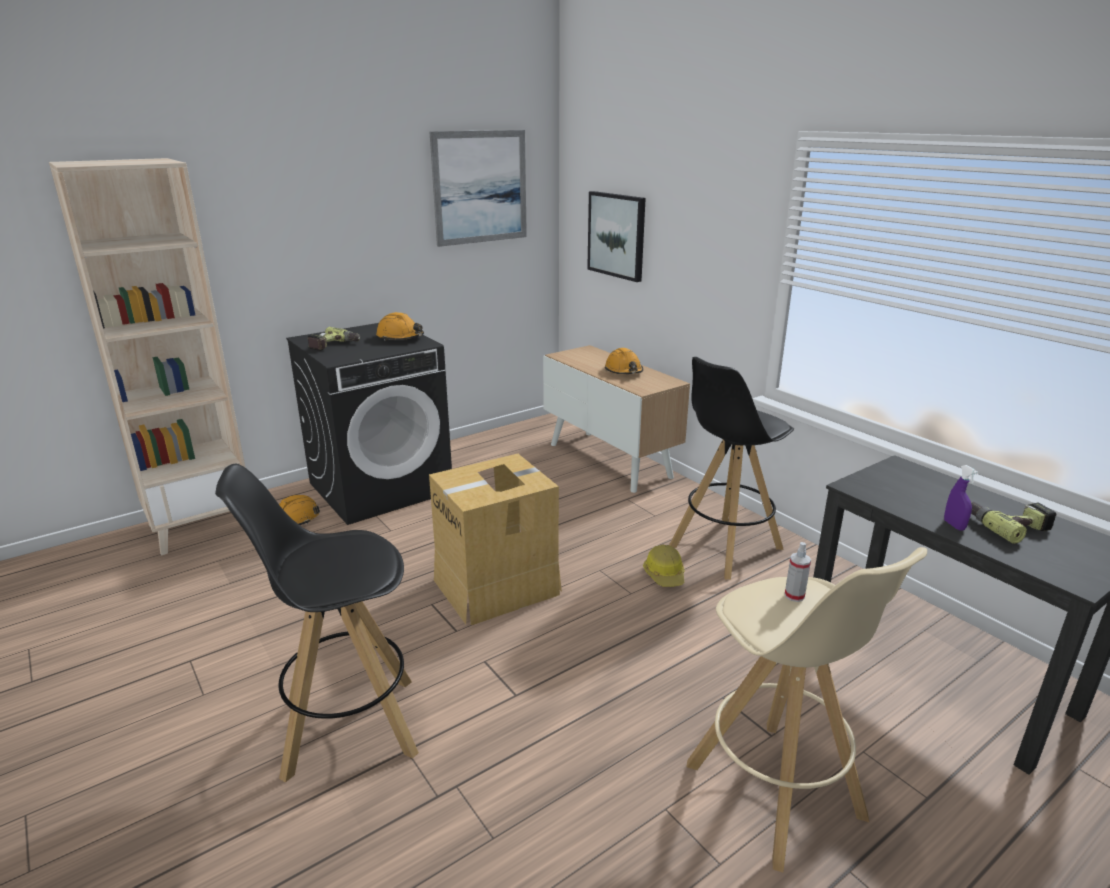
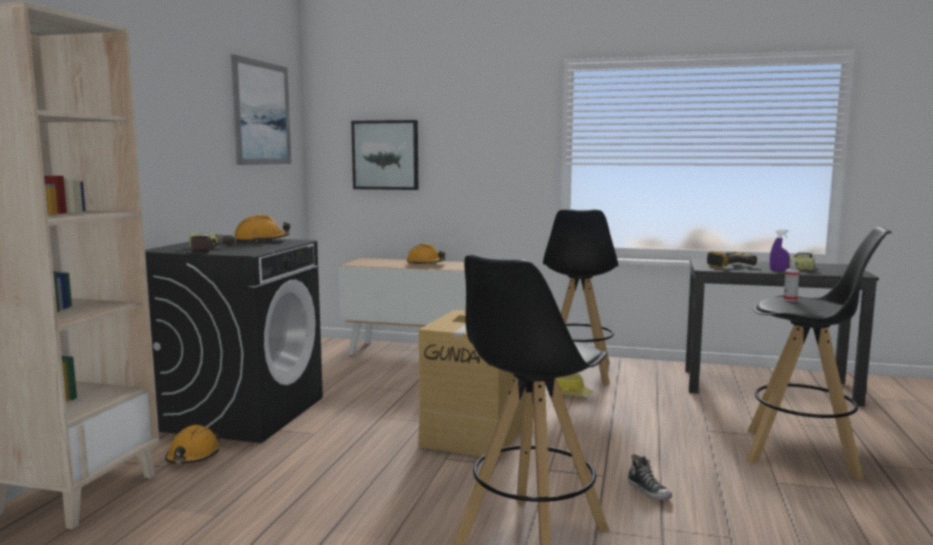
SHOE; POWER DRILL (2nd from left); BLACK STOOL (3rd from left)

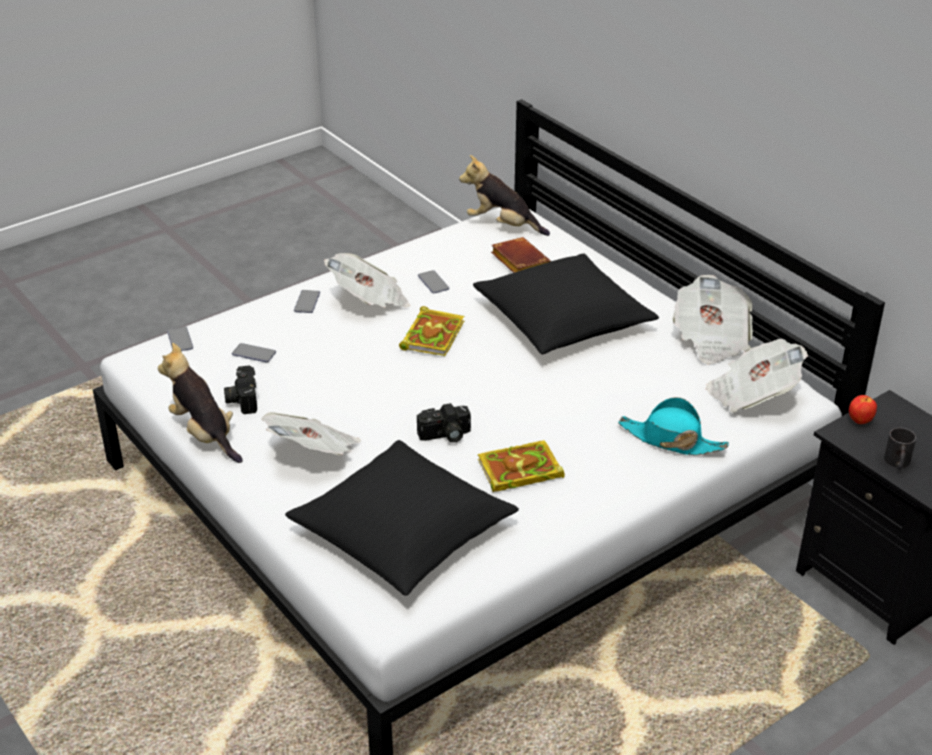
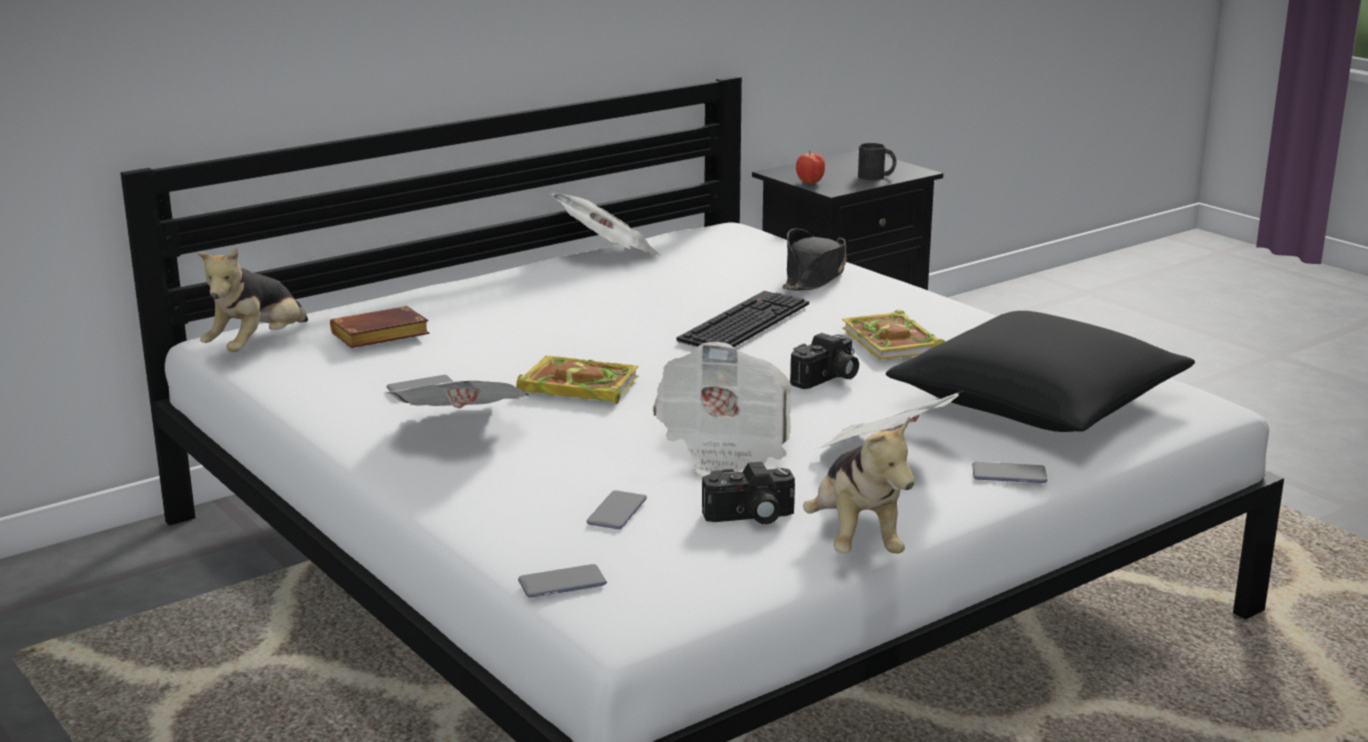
BLACK PILLOW (2nd from left in the first image); KEYBOARD; PHONE (4th from left); NEWSPAPER (3rd from left); BLACK HAT; PLUSH TOY (2nd from left); PHOTO CAMERA (2nd from left)

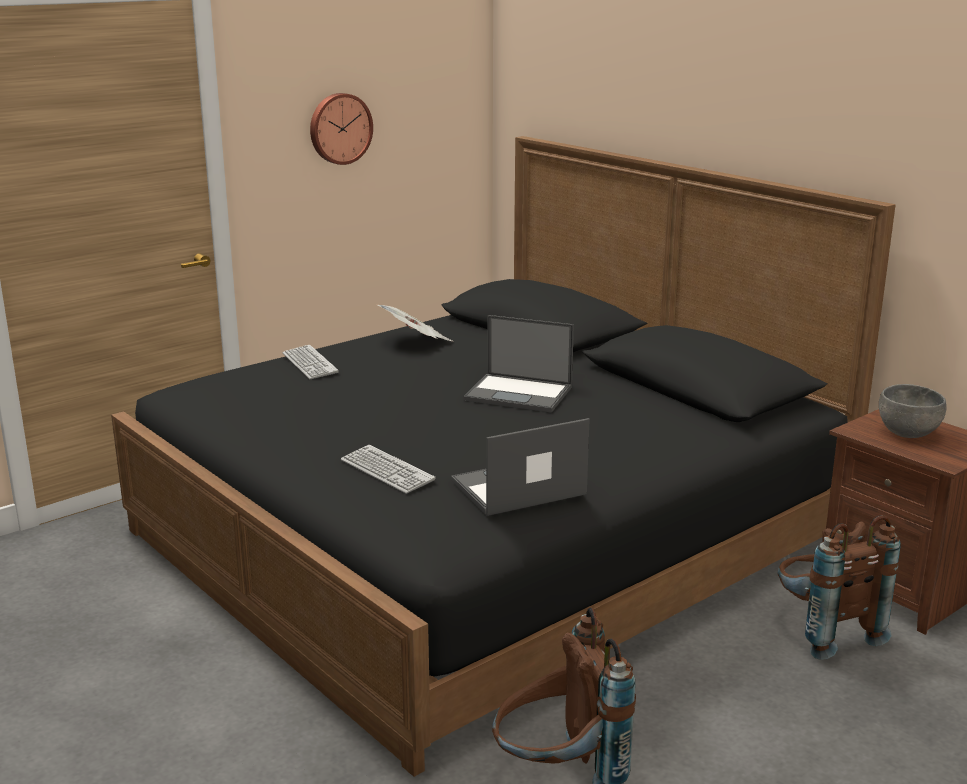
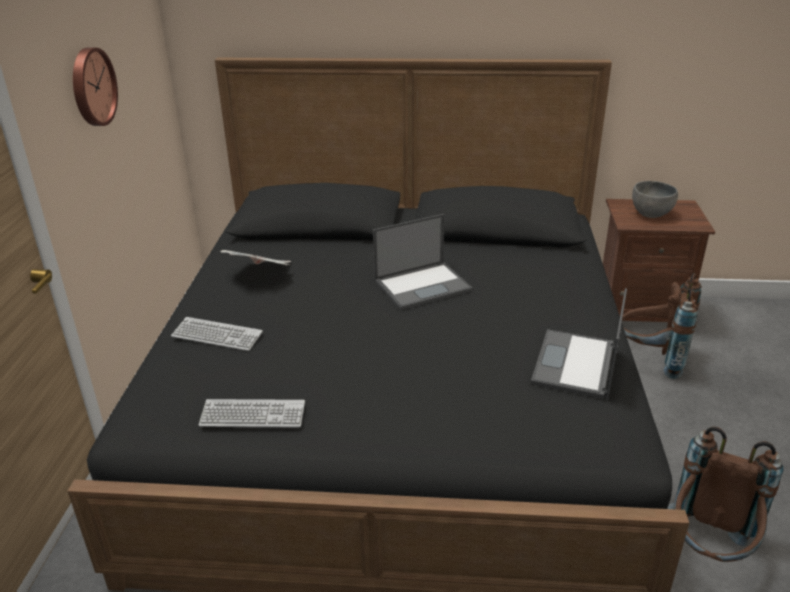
KEYBOARD (2nd from left)

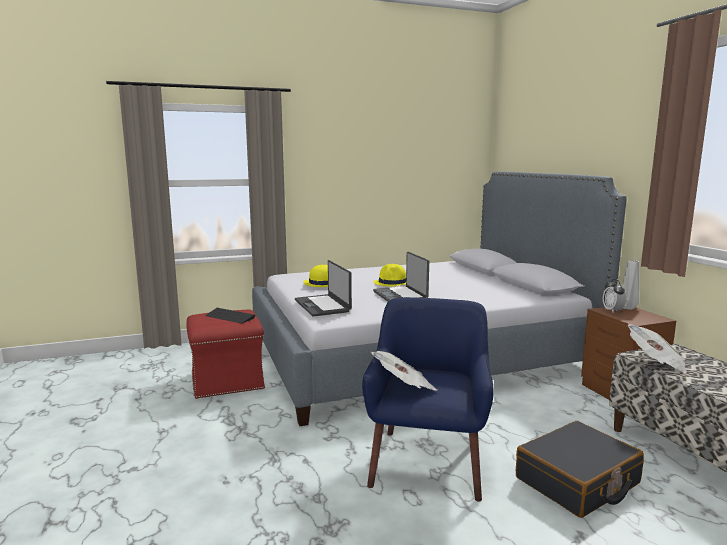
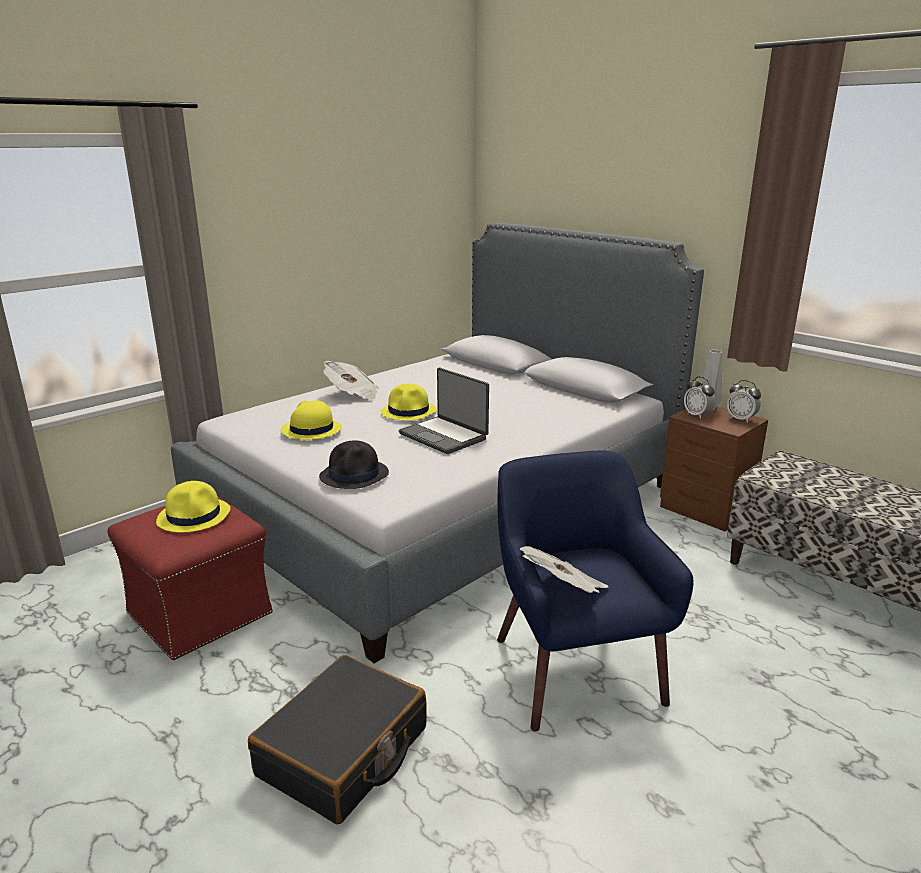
ALARM CLOCK (2nd from left); BLACK SUITCASE; NEWSPAPER (1st from left); YELLOW HAT (1st from left); BLACK HAT

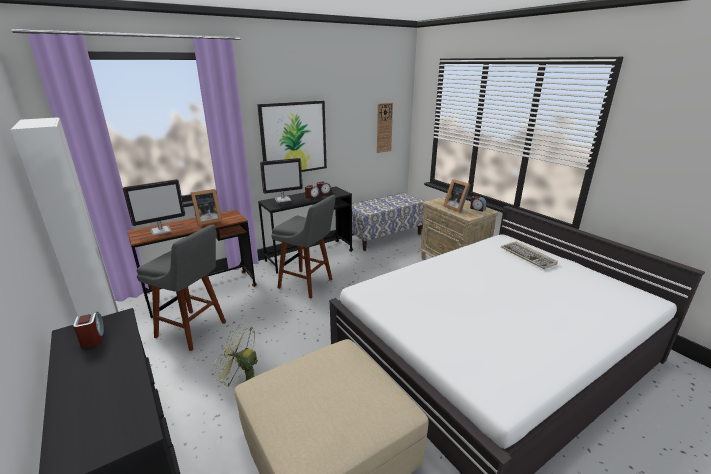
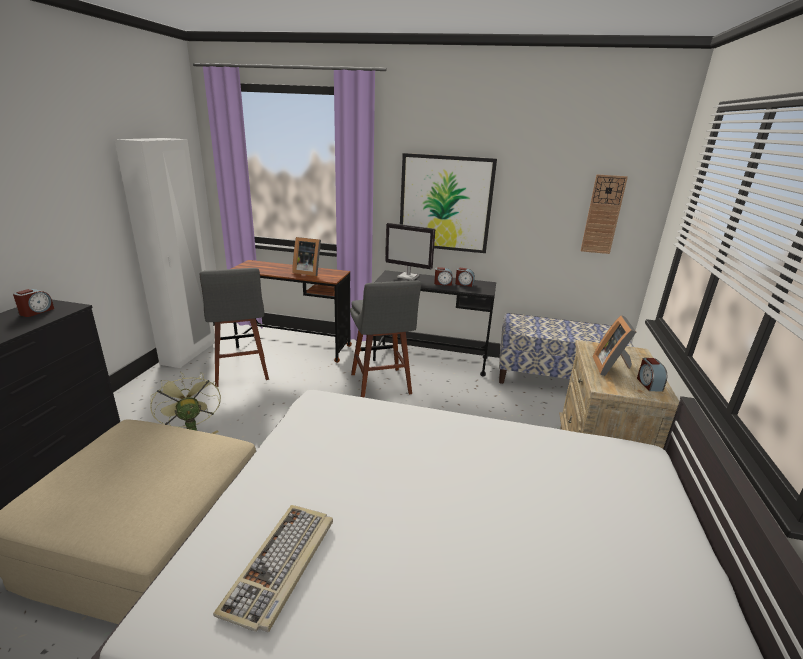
MONITOR (1st from left in the first image); KEYBOARD

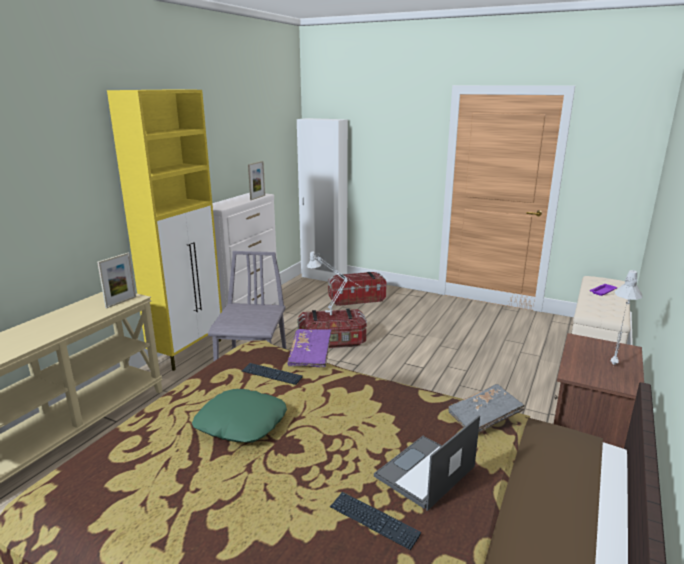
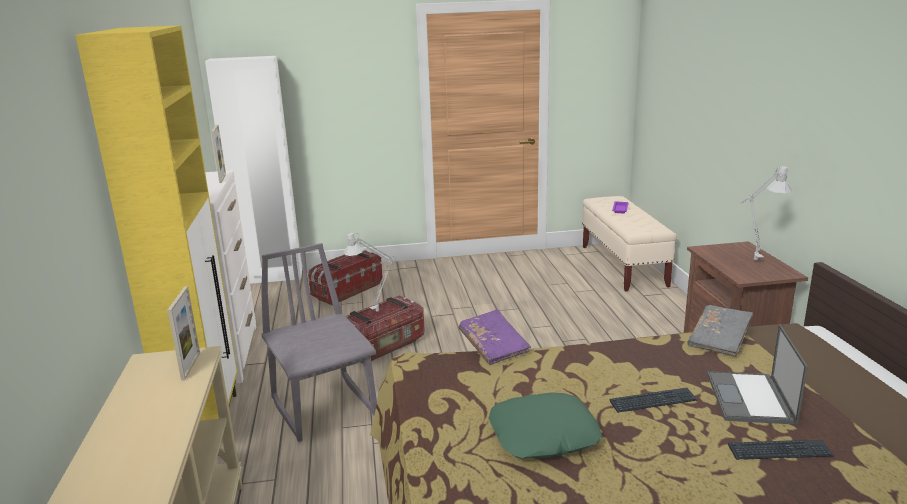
KEYBOARD (1st from left)

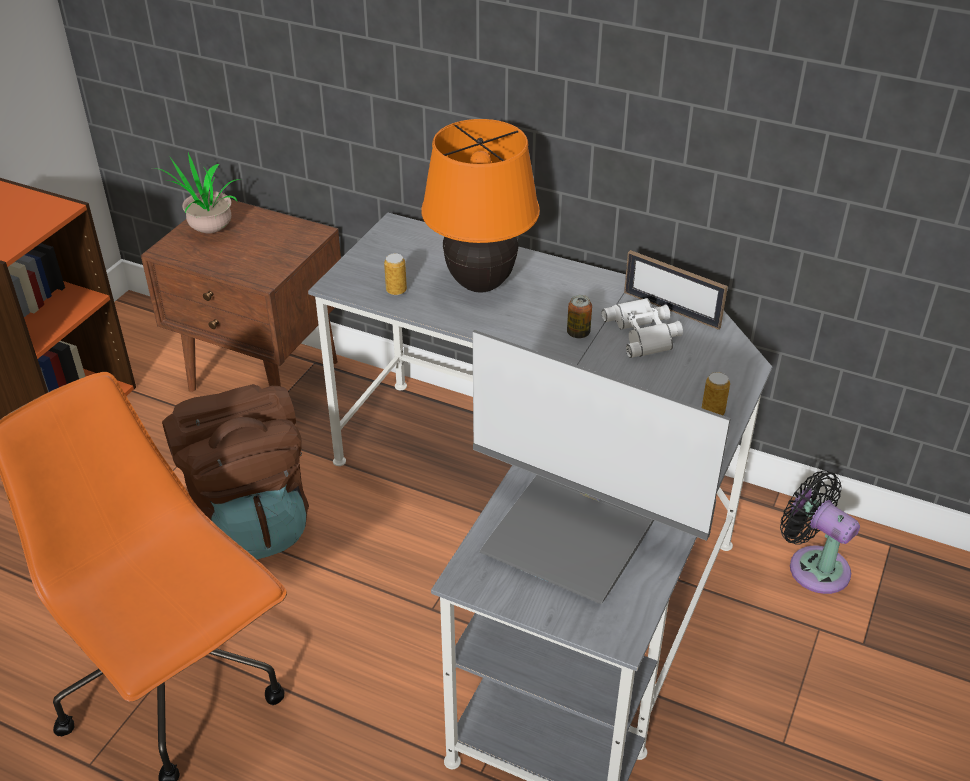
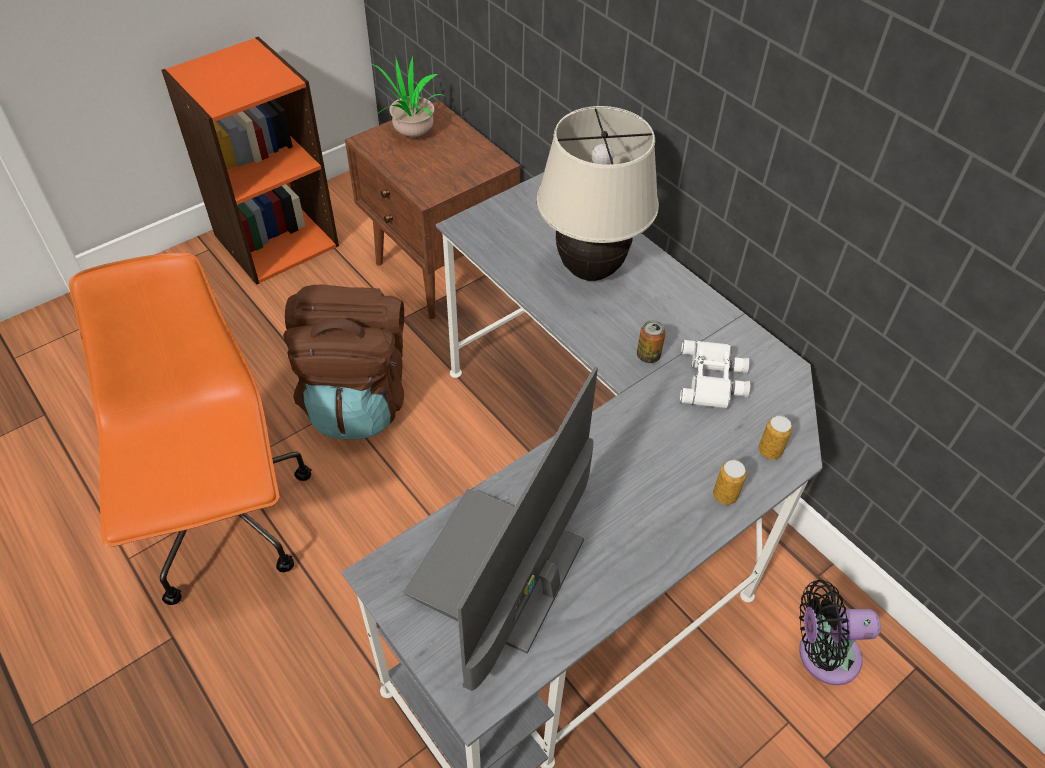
PICTURE FRAME; CAN (3rd from left); BEIGE TABLE LAMP; MONITOR; BLACK FAN

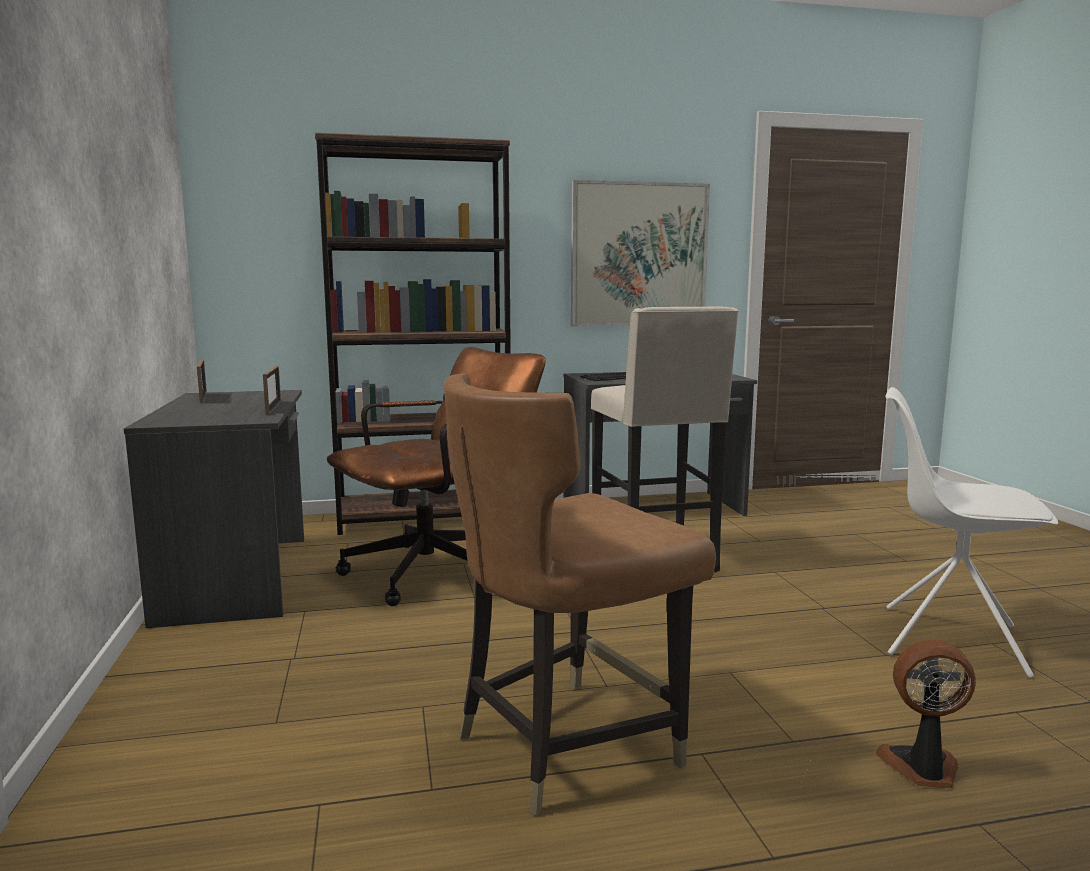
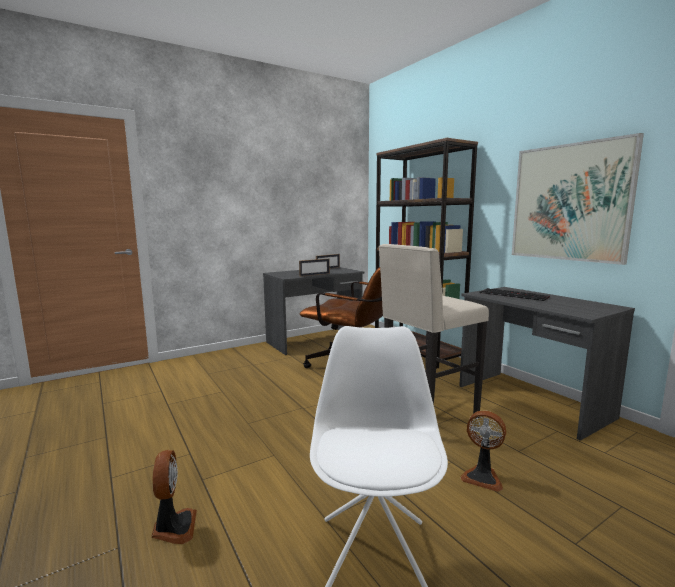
BROWN CHAIR; FAN (2nd from left)

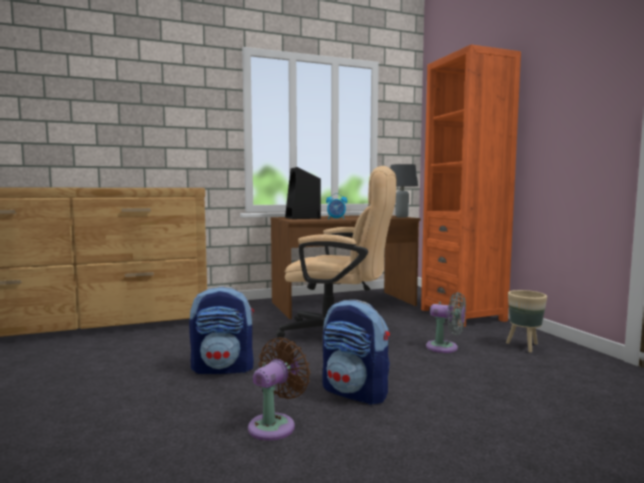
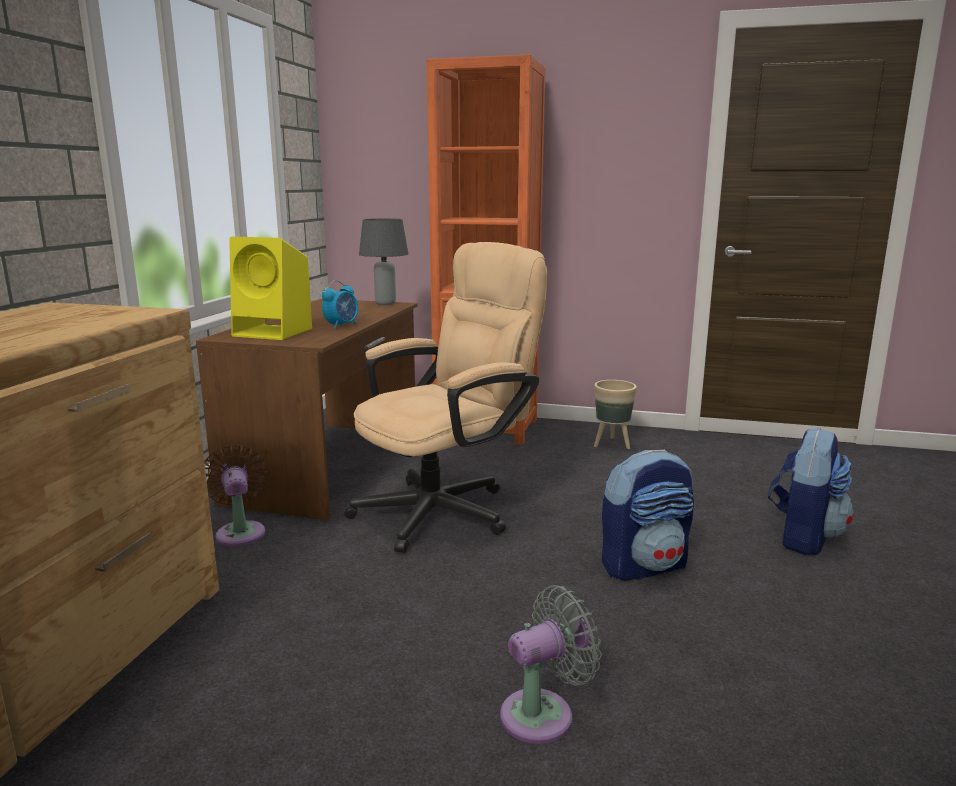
BACKPACK (2nd from left); BROWN FAN; GREY FAN; YELLOW SPEAKER

